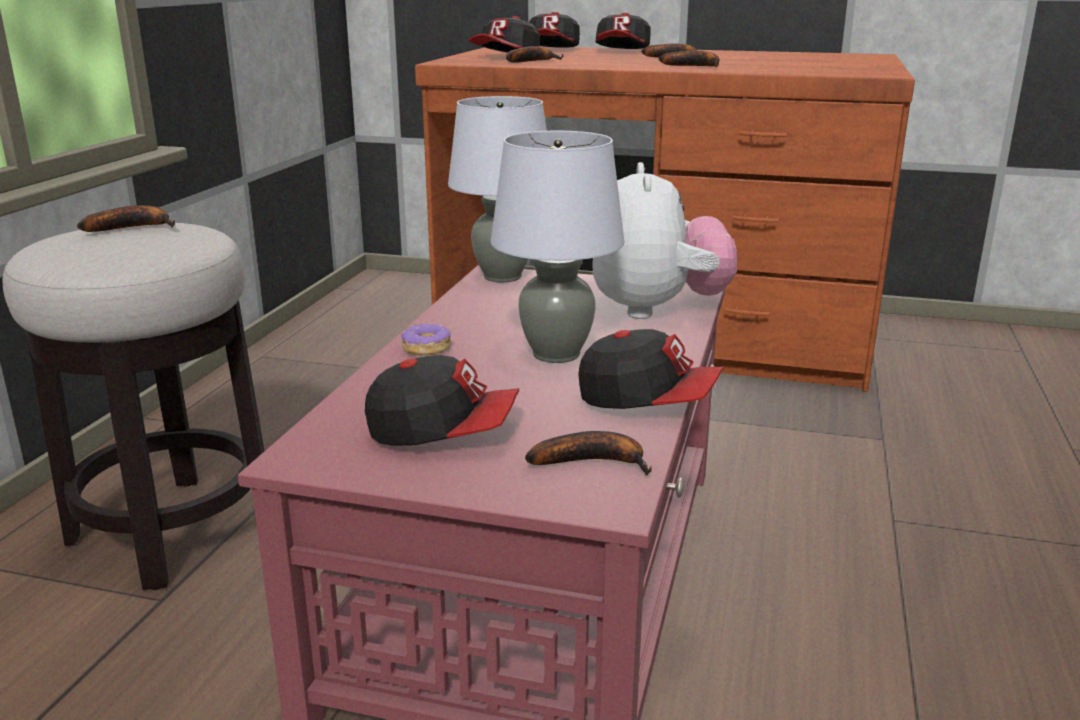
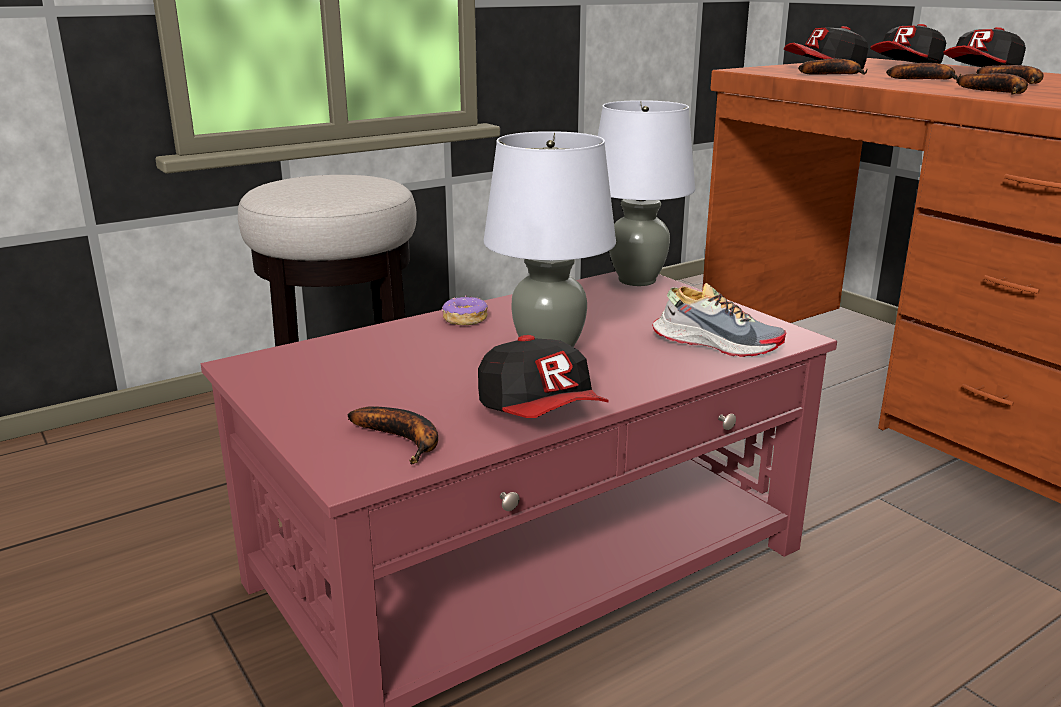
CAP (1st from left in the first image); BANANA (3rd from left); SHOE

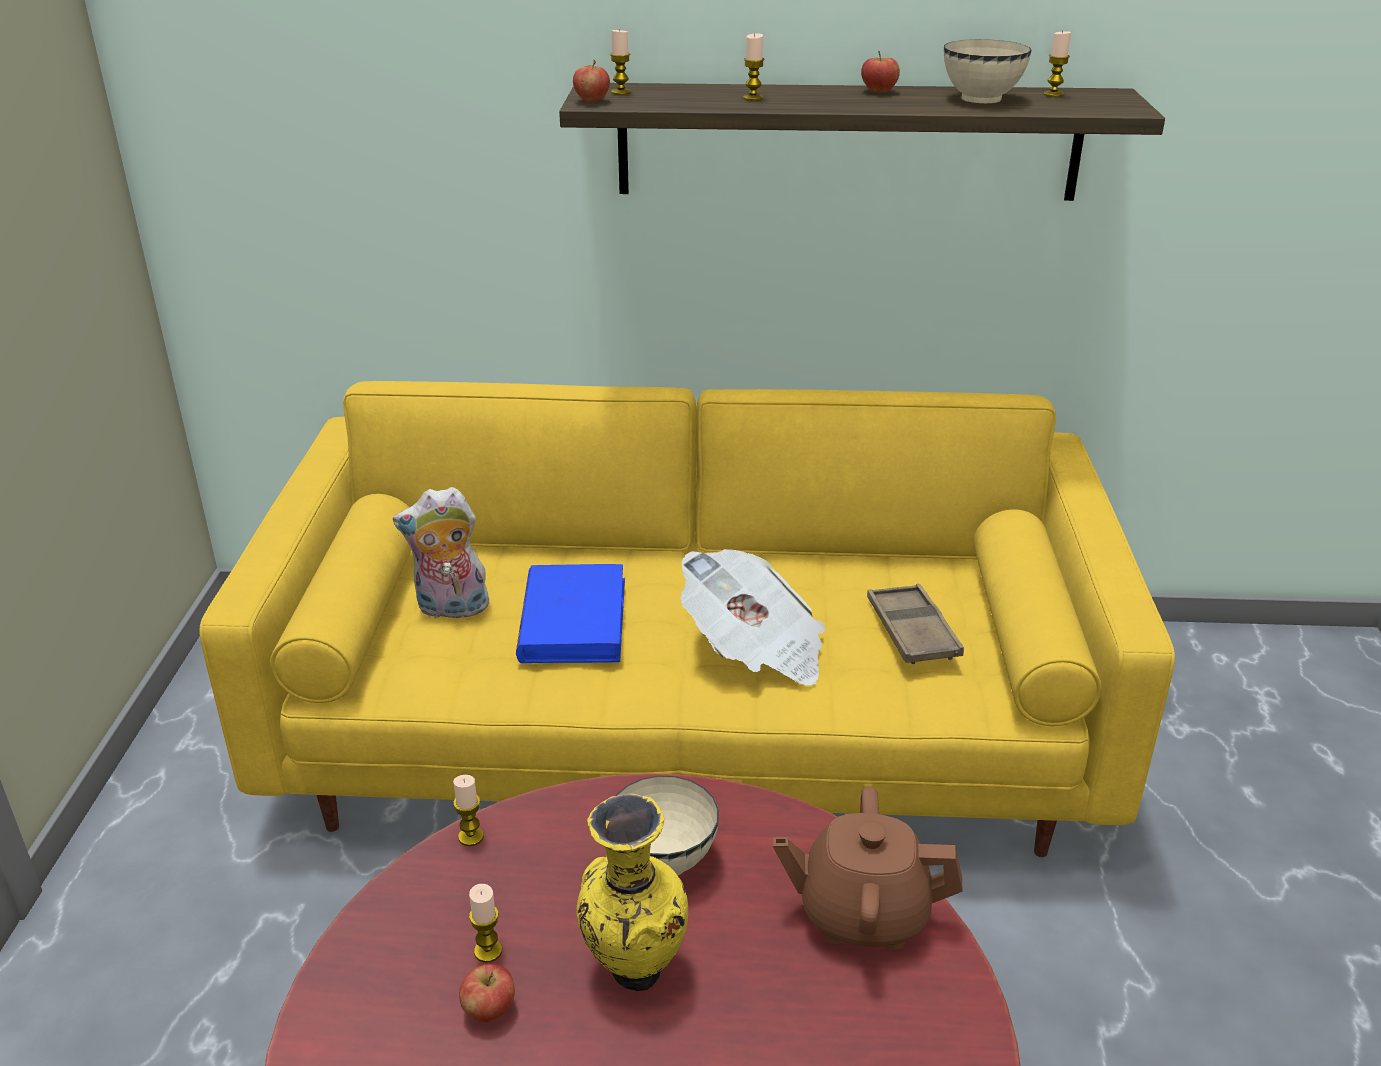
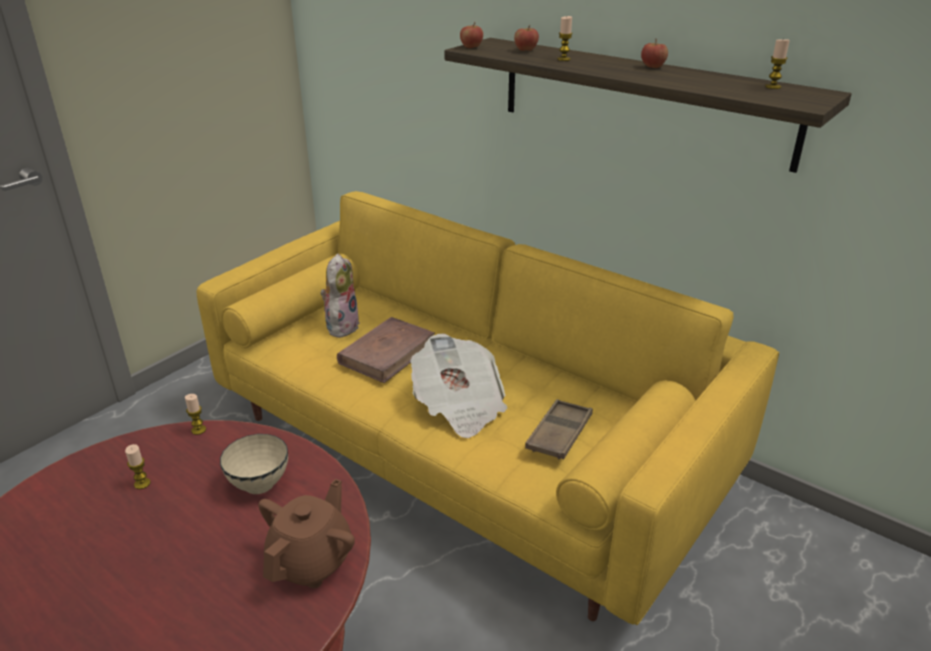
YELLOW VASE; CANDLE (3rd from left in the first image); BEIGE BOWL (2nd from left in the first image); APPLE (2nd from left); BROWN BOOK; PLUSH TOY; BROWN TEAPOT

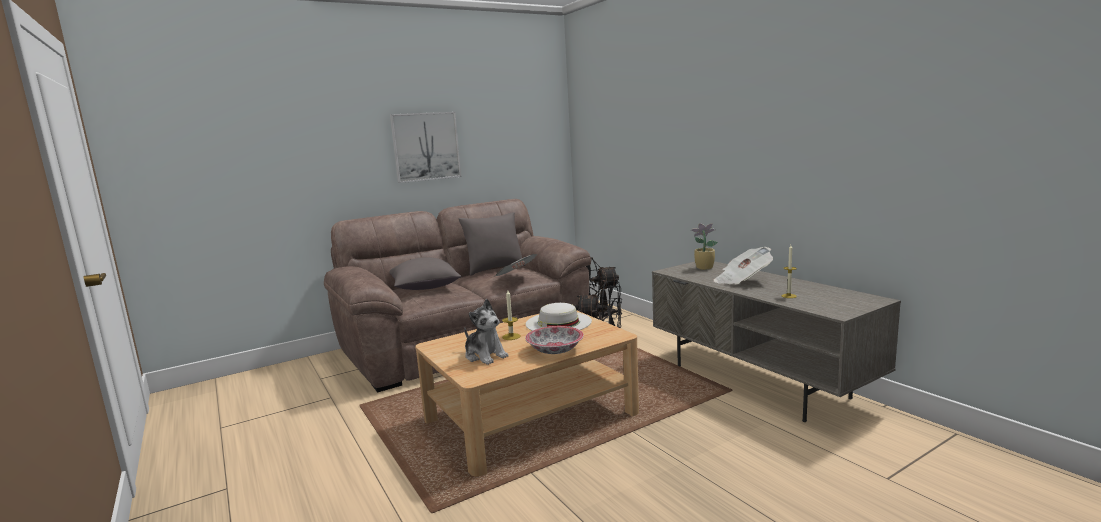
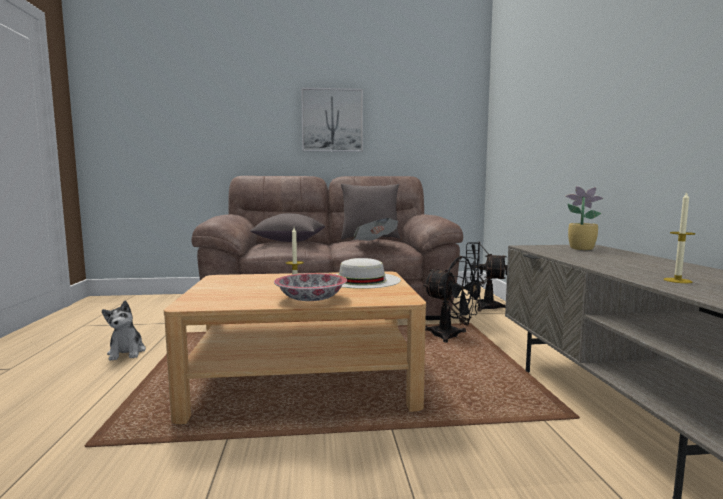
NEWSPAPER (2nd from left in the first image); PLUSH TOY

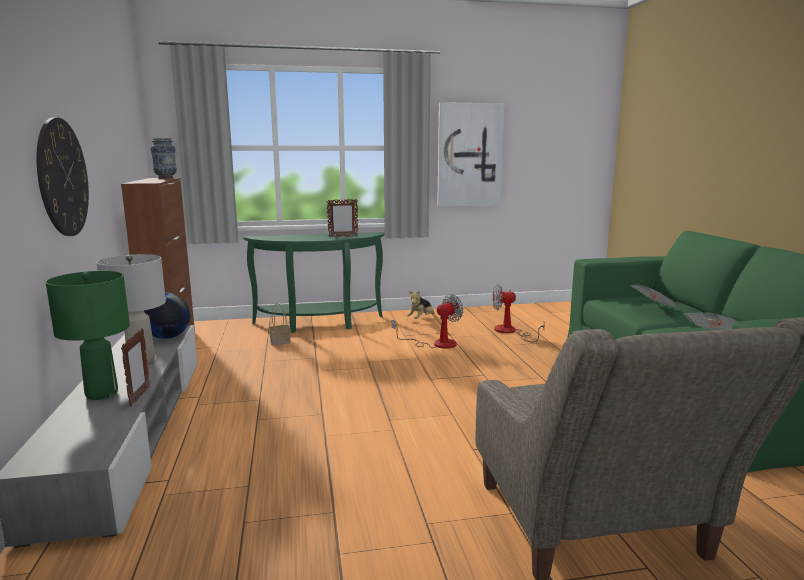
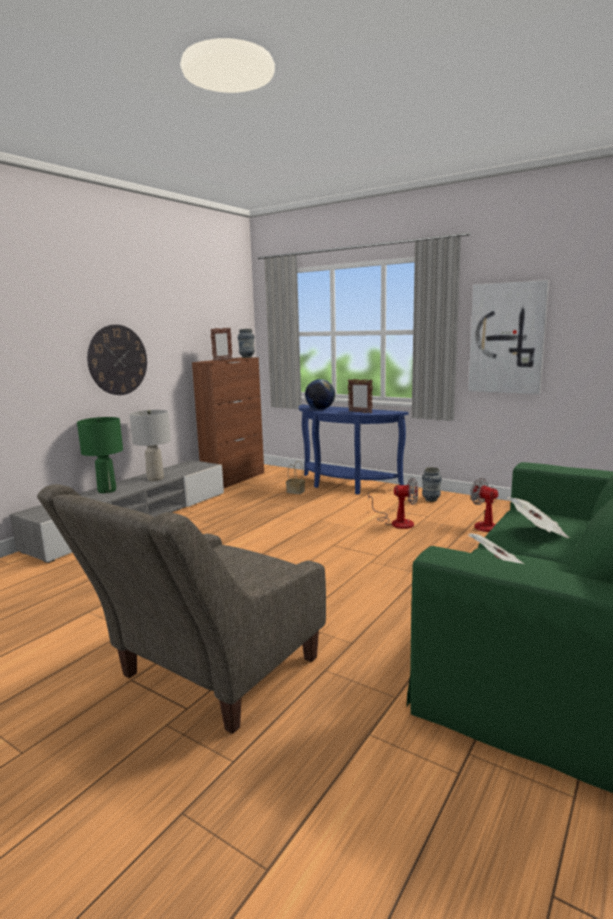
PICTURE FRAME (1st from left); GLOBE; VASE (2nd from left); BLUE CONSOLE TABLE

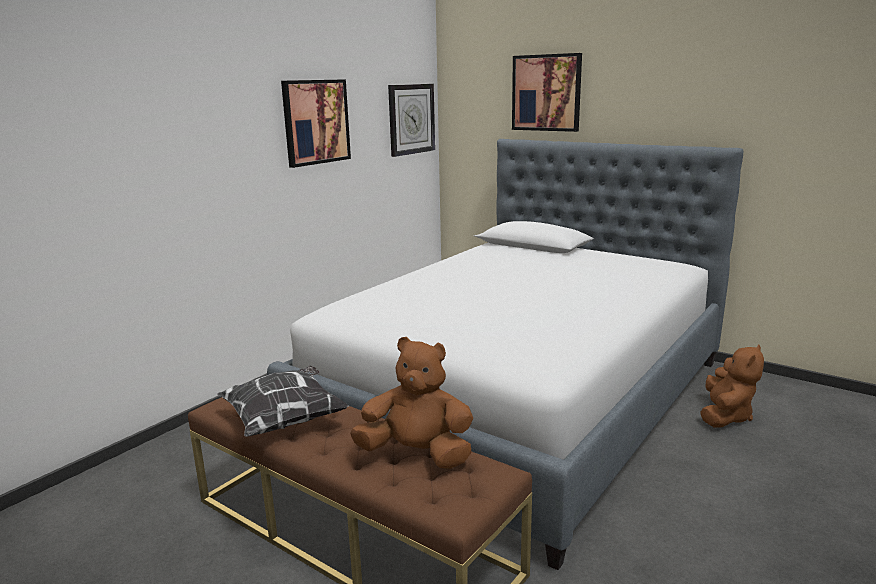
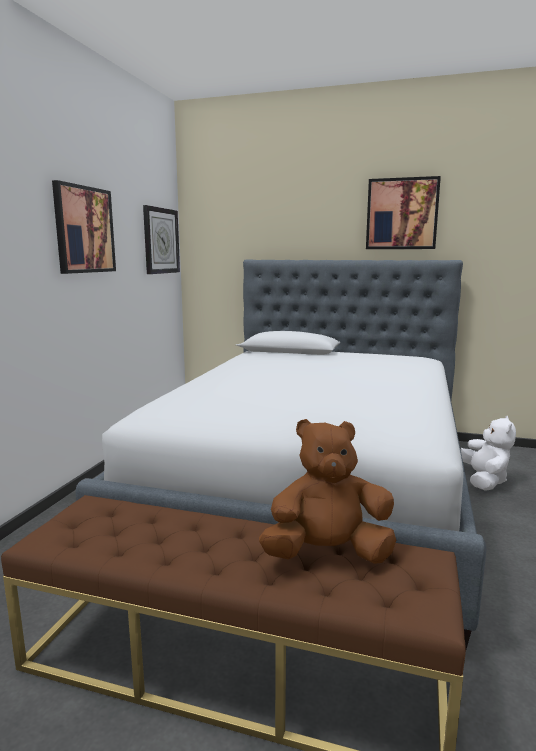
PILLOW; PICTURE (2nd from left); WHITE PLUSH TOY

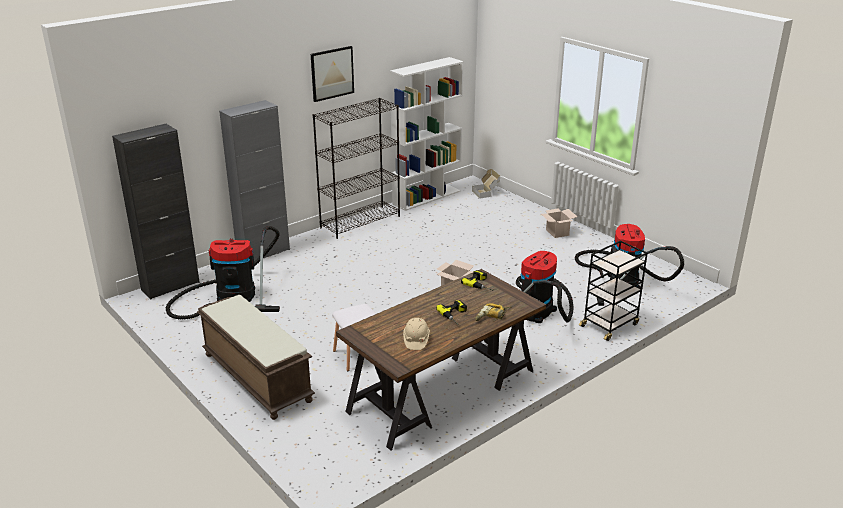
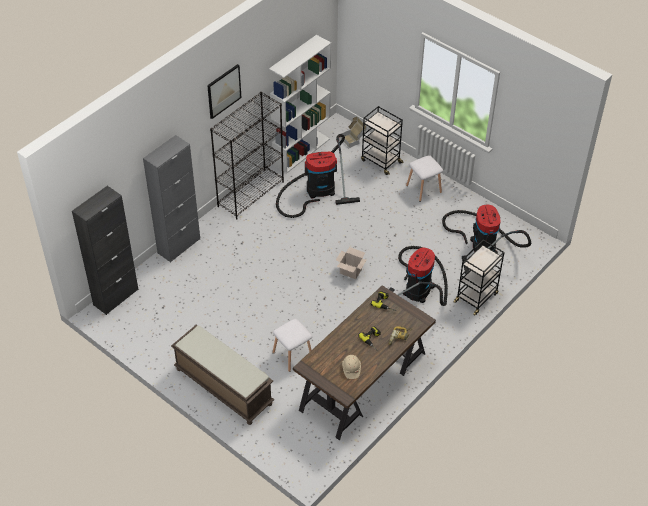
BLACK CART (1st from left); VACUUM CLEANER (1st from left); WHITE STOOL (2nd from left)

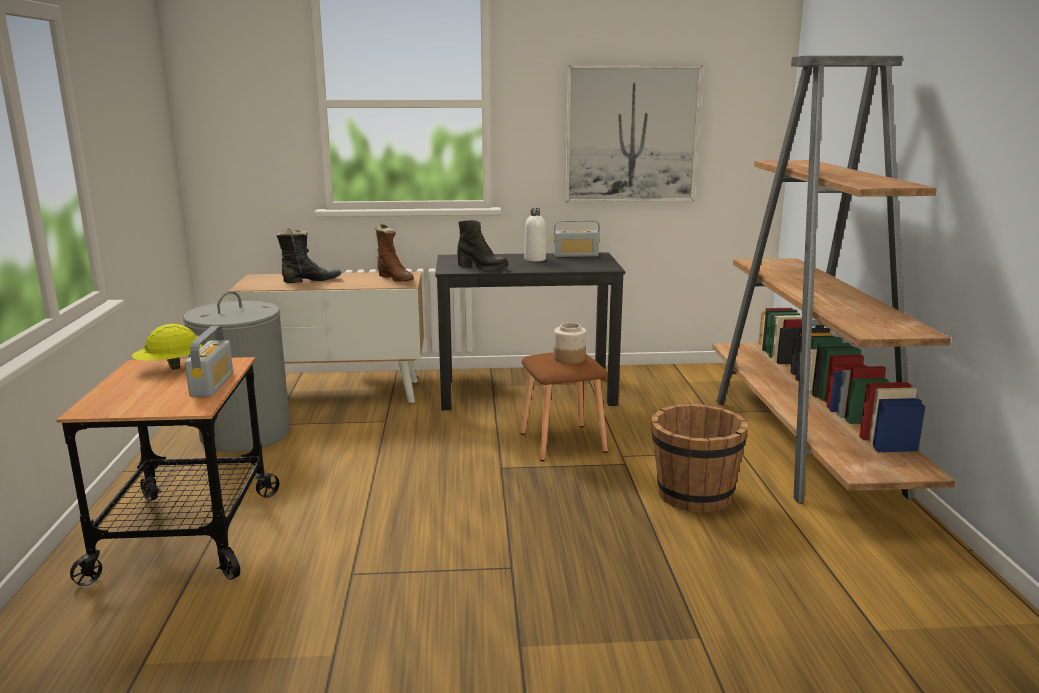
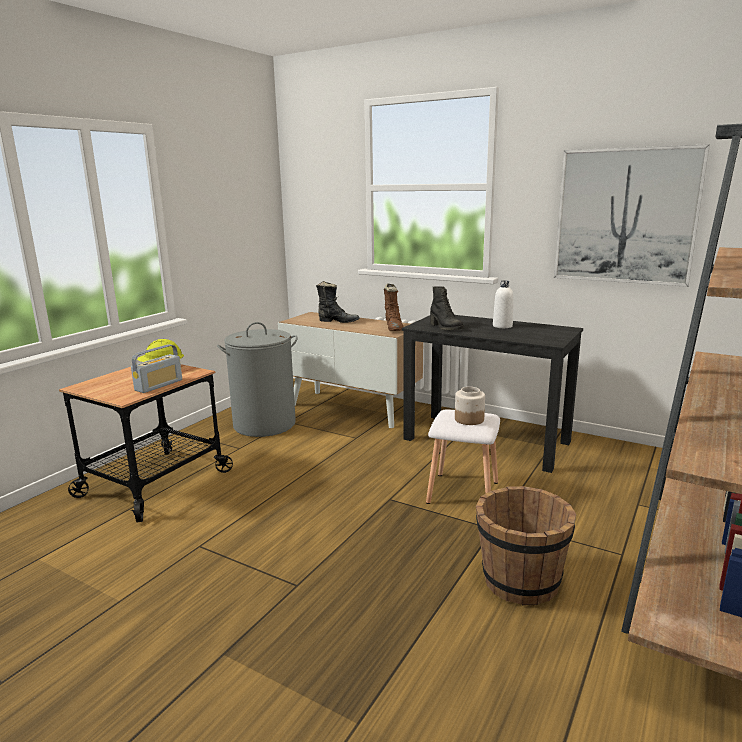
RADIO (2nd from left in the first image); WHITE STOOL

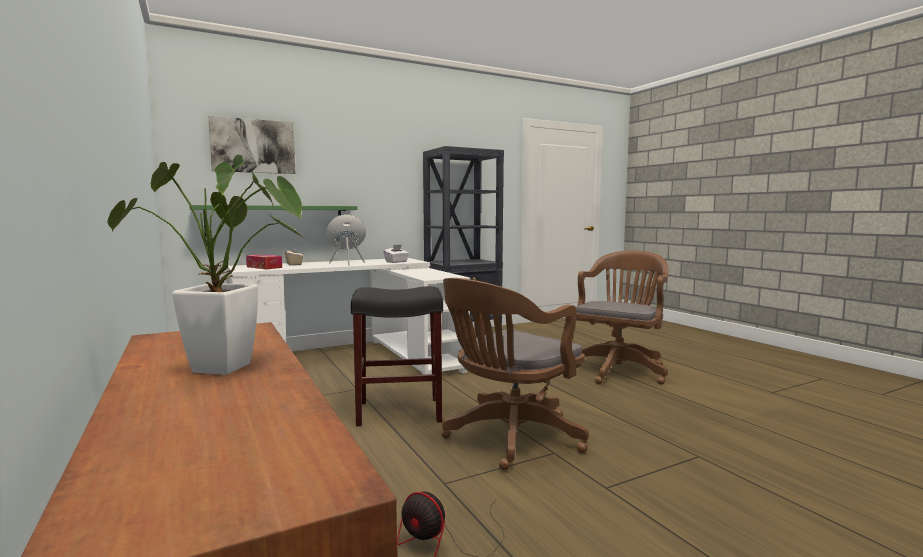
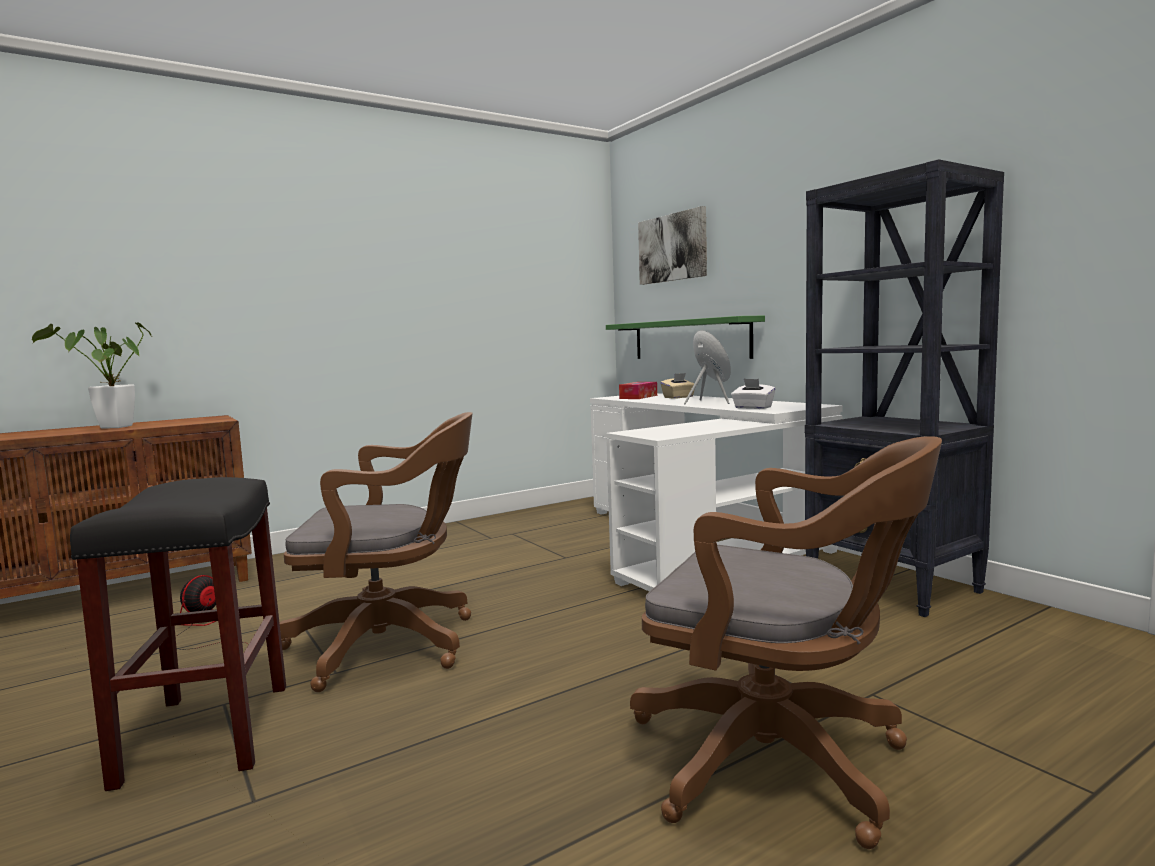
BLACK STOOL; BROWN OFFICE CHAIR (1st from left)

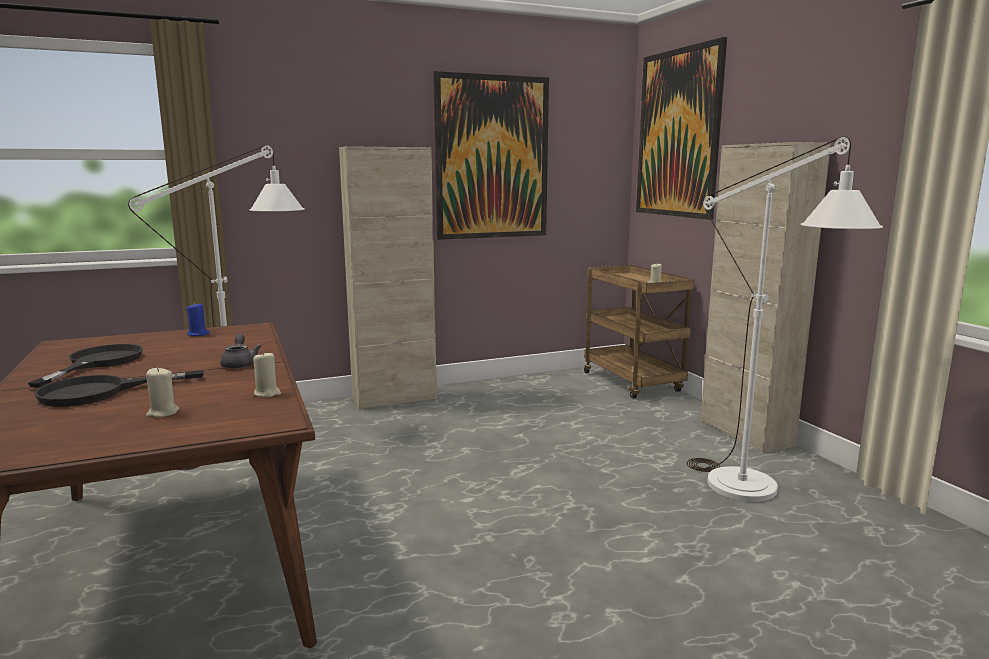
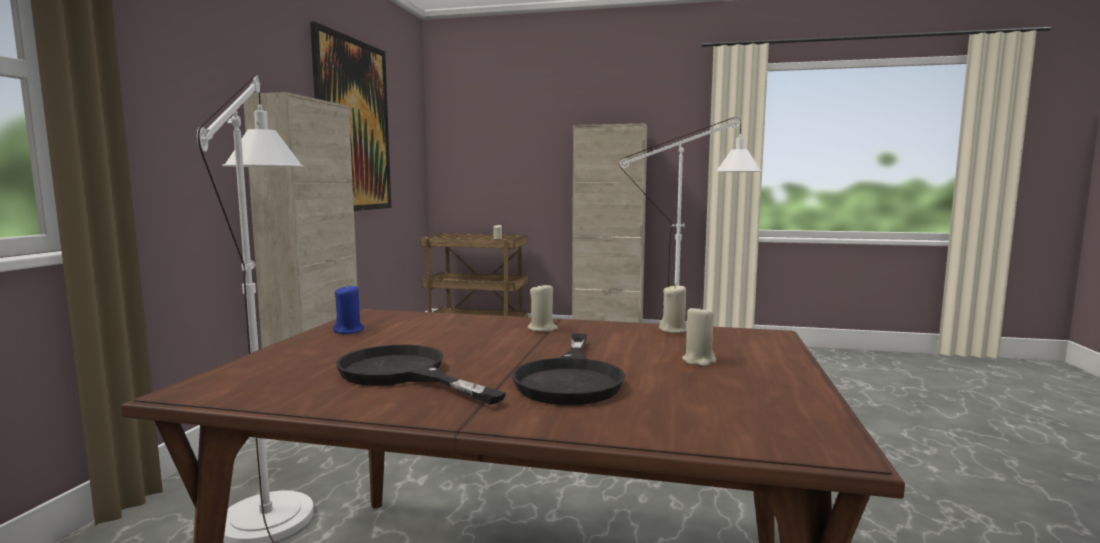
PICTURE (2nd from left in the first image); BEIGE CANDLE (2nd from left)

